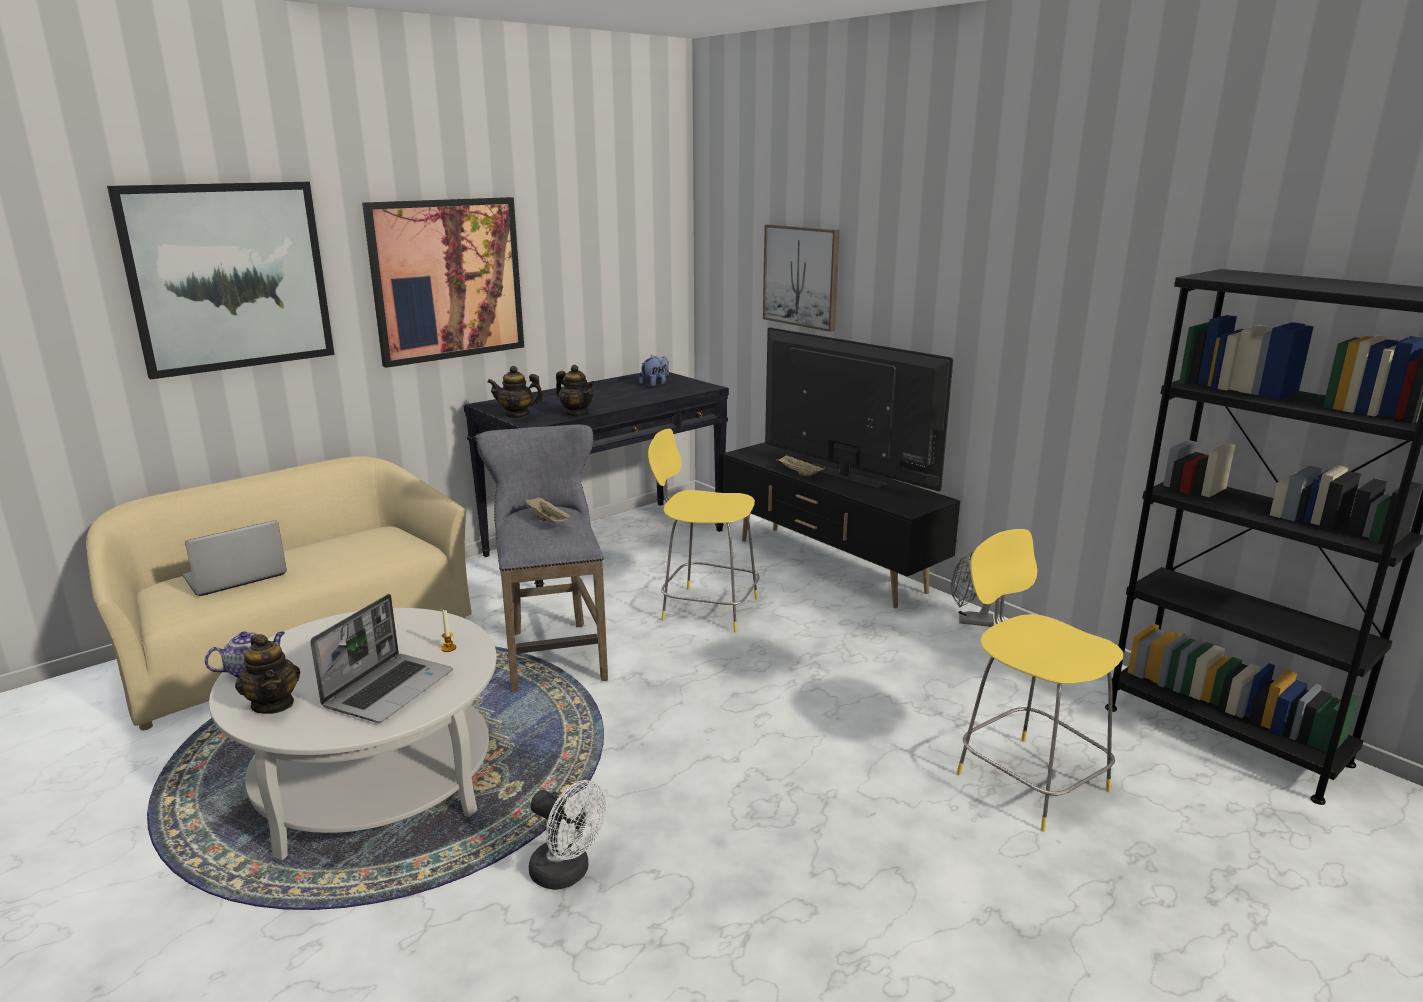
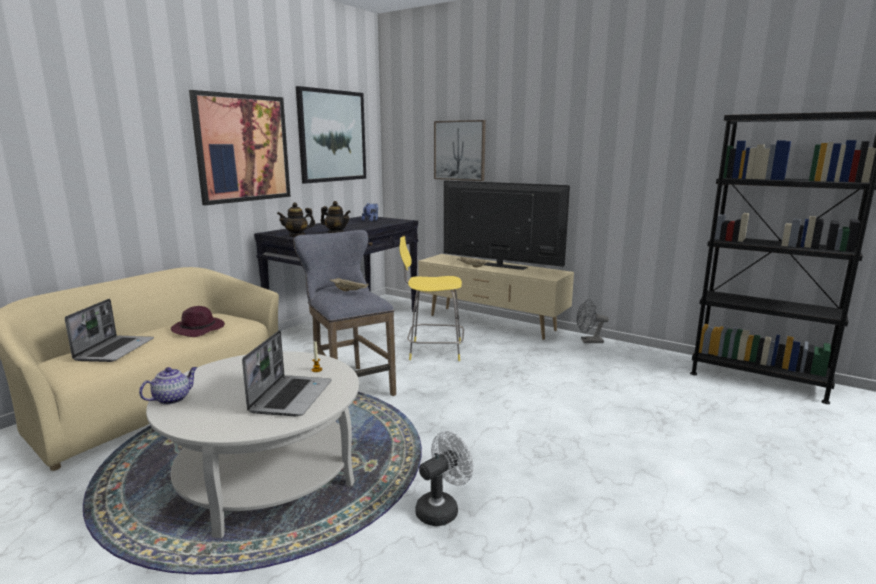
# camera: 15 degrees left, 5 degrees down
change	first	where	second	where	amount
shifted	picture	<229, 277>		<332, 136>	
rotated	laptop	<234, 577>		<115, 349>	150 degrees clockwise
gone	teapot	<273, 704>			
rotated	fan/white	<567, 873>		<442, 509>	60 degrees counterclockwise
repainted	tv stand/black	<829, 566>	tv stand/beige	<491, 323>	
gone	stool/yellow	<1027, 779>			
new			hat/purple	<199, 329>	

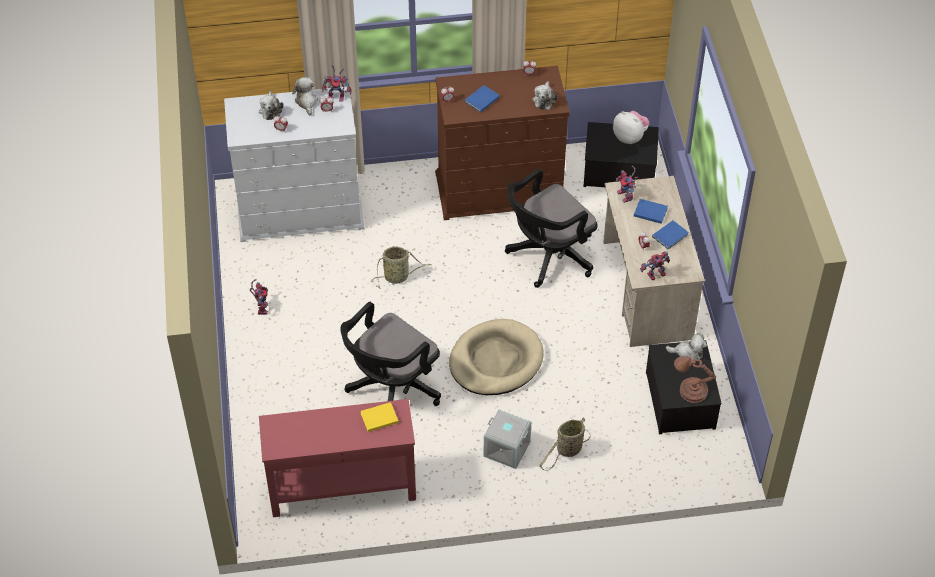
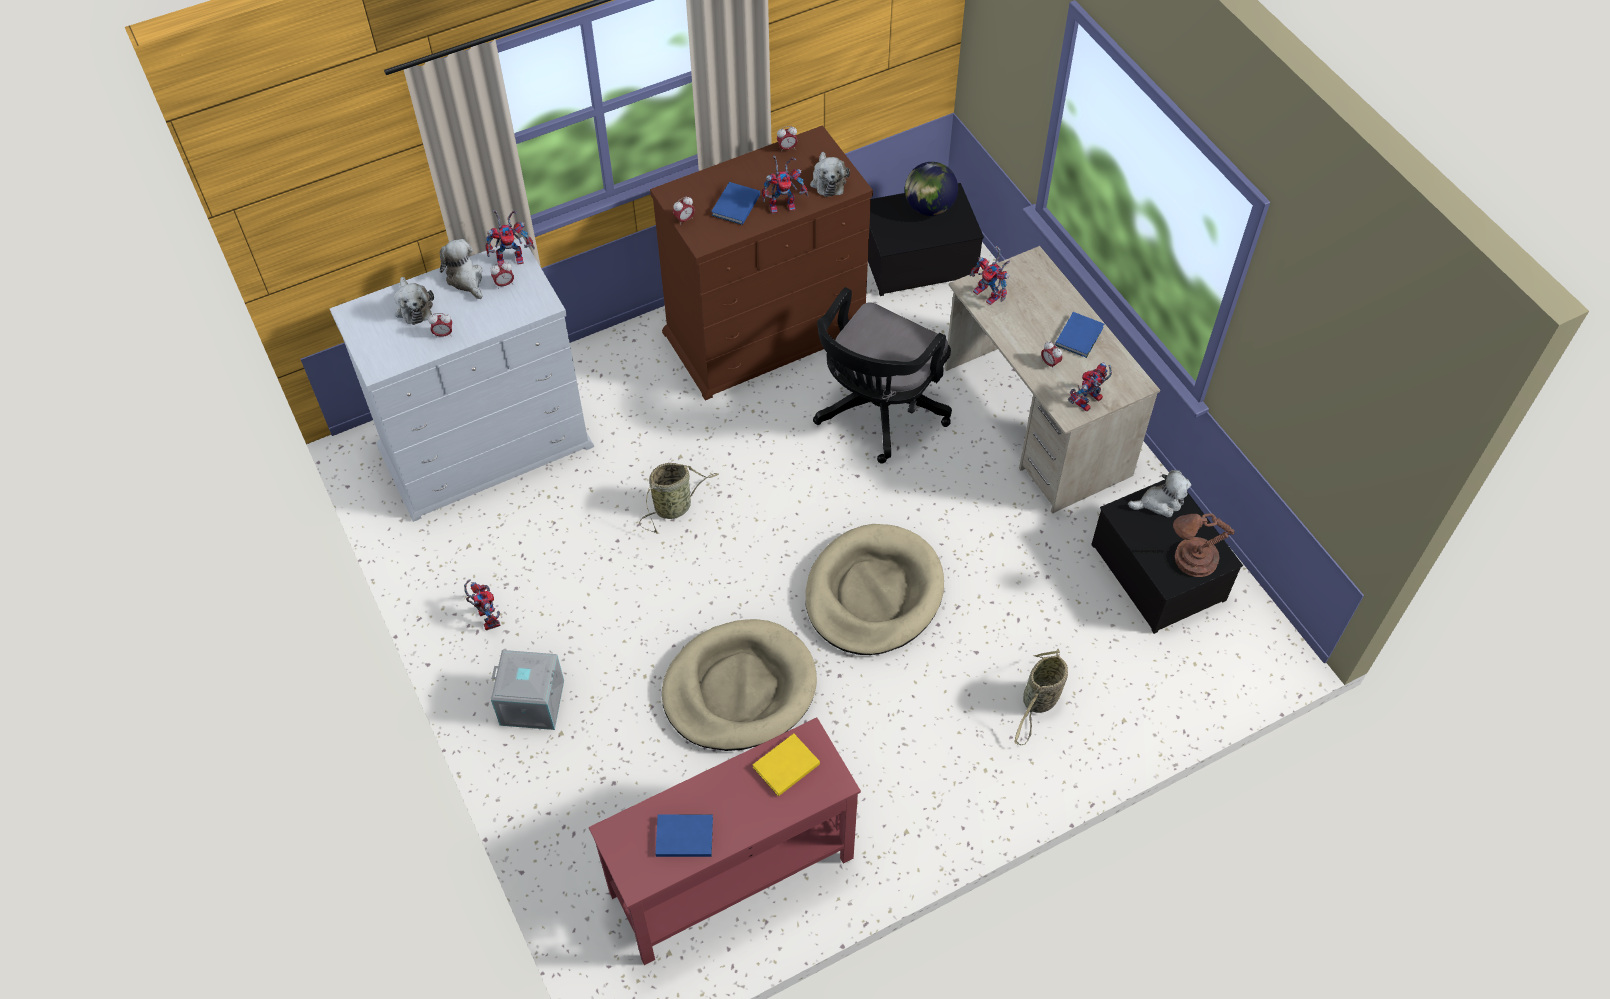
# camera: 20 degrees left, 5 degrees up
change	first	where	second	where	amount
swapped	office chair/black	<391, 390>	dog bed/beige	<739, 688>	
shifted	storage box/grey	<506, 449>		<531, 704>	
swapped	plush toy	<630, 137>	globe	<929, 207>	
shifted	book/blue	<649, 211>		<683, 836>	
new			toy robot	<784, 204>	

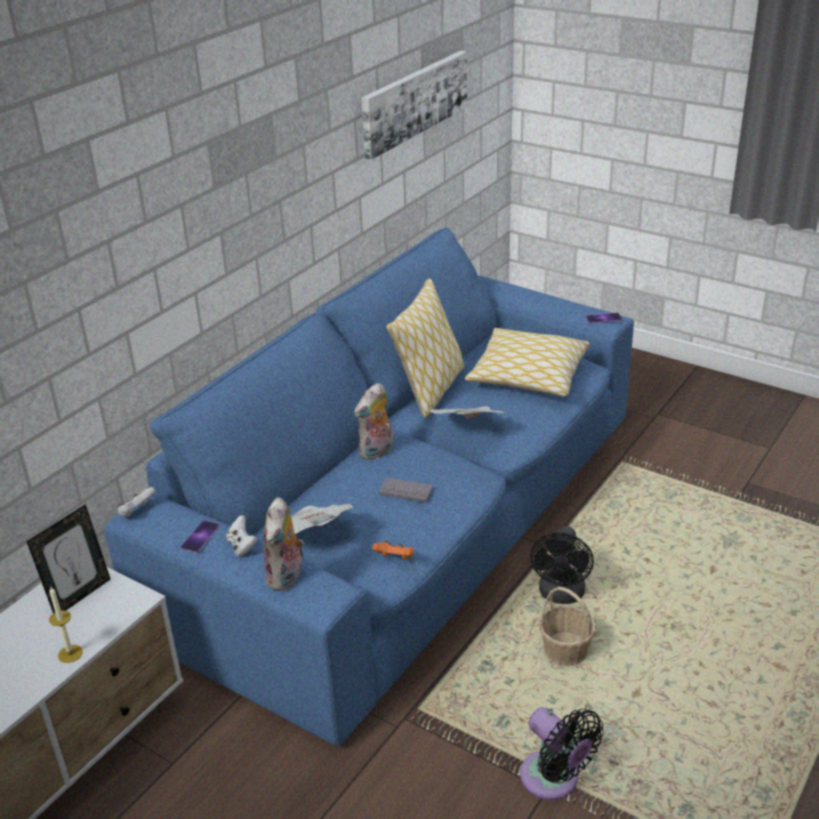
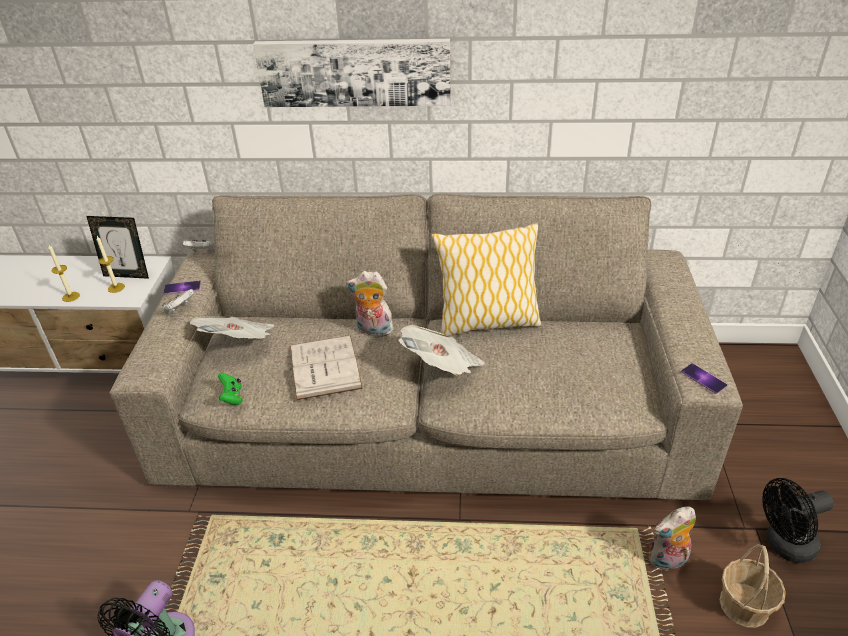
# camera: 60 degrees right, 5 degrees up
change	first	where	second	where	amount
repainted	sofa/blue	<412, 521>	sofa/beige	<428, 415>	
shifted	plush toy	<287, 577>		<667, 561>	
shifted	picture	<414, 102>		<354, 72>	
repainted	game controller/orange	<395, 559>	game controller/green	<232, 397>	
swapped	game controller/grey	<406, 491>	book/white	<325, 367>	
gone	pillow	<528, 375>			
shifted	fan/black	<561, 595>		<784, 545>	
shifted	basket	<565, 650>		<744, 605>	
new			candle	<116, 287>	

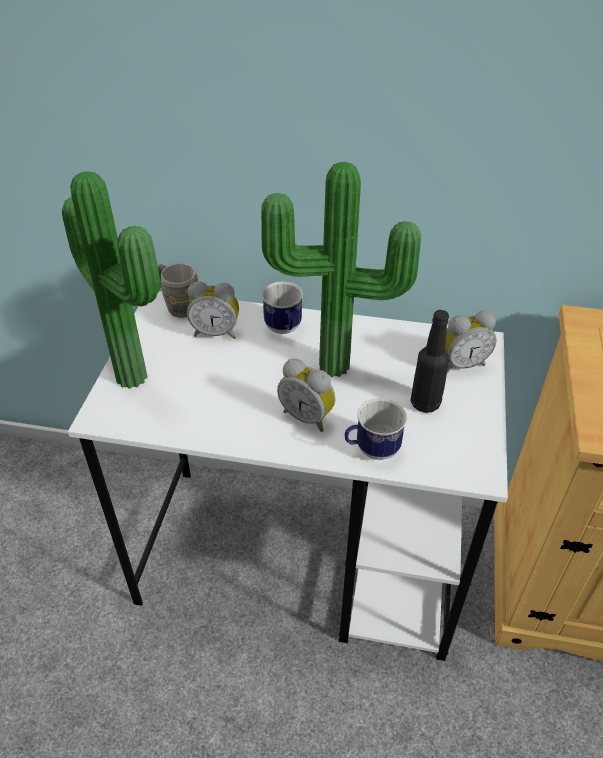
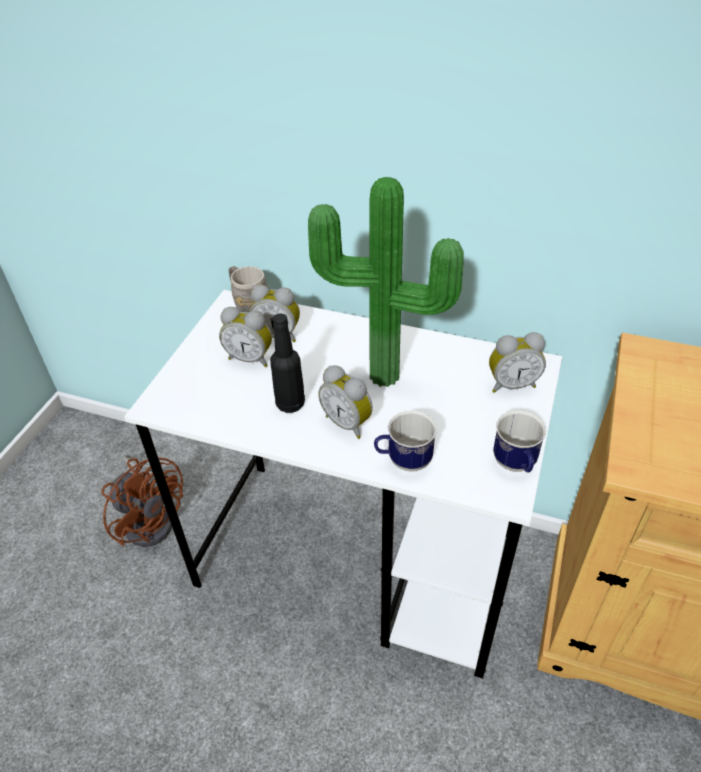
# camera: 10 degrees right, 0 degrees up
change	first	where	second	where	amount
gone	potted plant	<137, 374>			
shifted	mug	<284, 330>		<516, 466>	
shifted	bottle/black	<425, 403>		<290, 404>	
new			fan/brown	<152, 518>	
new			alarm clock	<251, 358>	

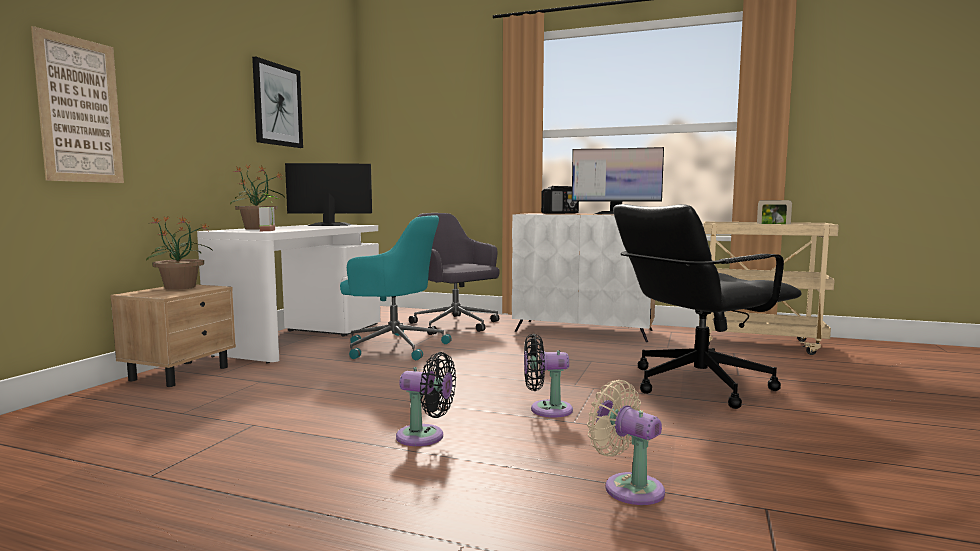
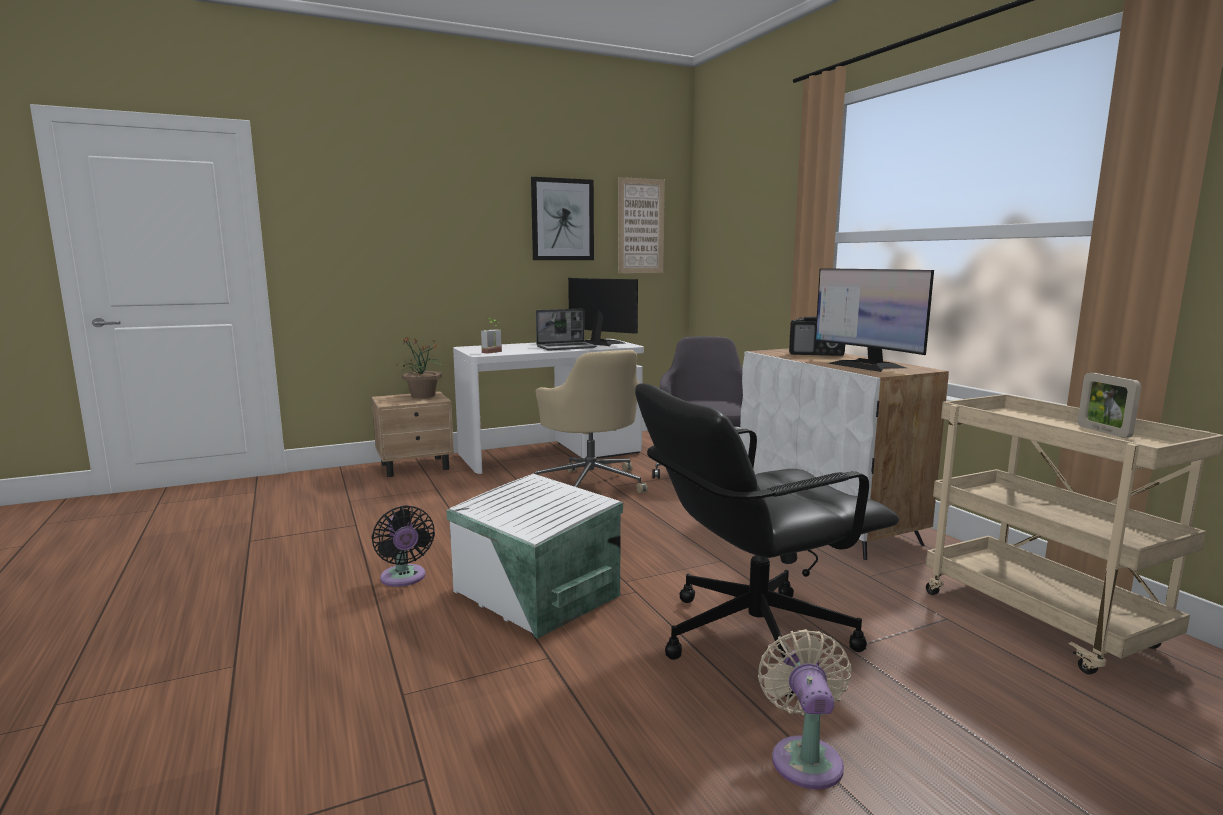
# camera: 45 degrees right, 5 degrees up
change	first	where	second	where	amount
shifted	picture	<80, 110>		<640, 226>	
gone	potted plant	<258, 229>			
repainted	office chair/turquoise	<394, 347>	office chair/beige	<591, 483>	
swapped	fan/black	<546, 409>	storage box/white	<535, 595>	
shifted	fan/beige	<628, 487>		<805, 757>	
rotated	office chair/black	<697, 385>		<752, 636>	45 degrees counterclockwise
new			laptop	<567, 347>	

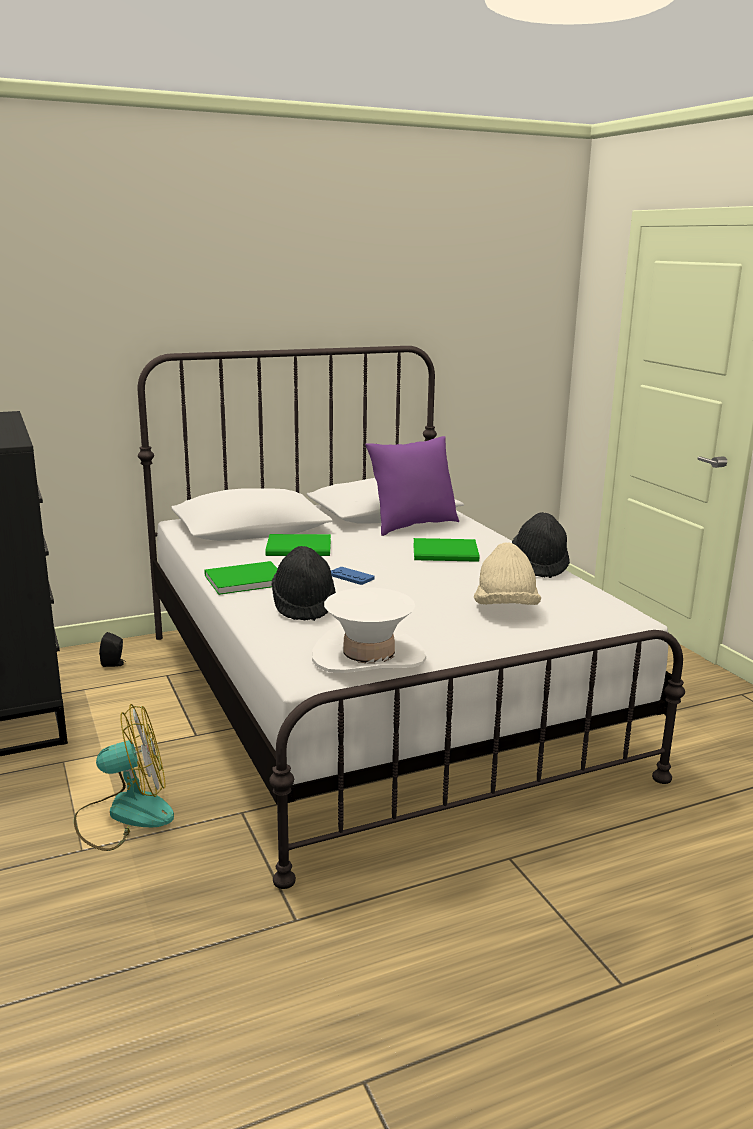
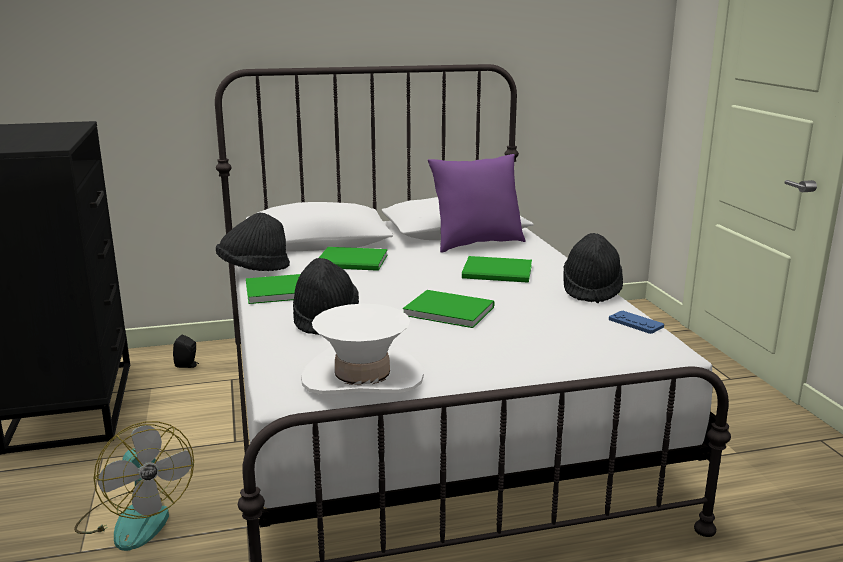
# camera: 10 degrees right, 0 degrees up
change	first	where	second	where	amount
rotated	fan	<125, 814>		<135, 518>	60 degrees clockwise
shifted	game controller/blue	<351, 577>		<635, 323>	
gone	hat/beige	<505, 609>			
new			hat/black	<254, 269>	
new			book/green	<447, 310>	

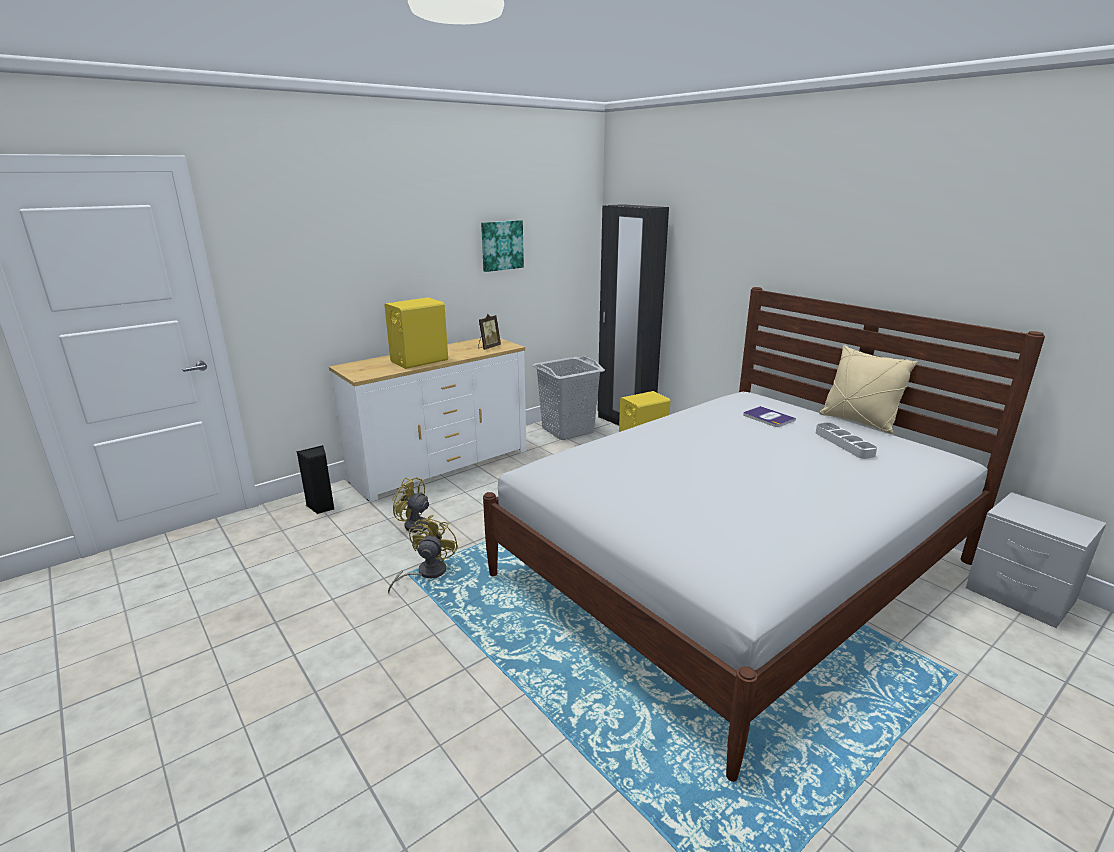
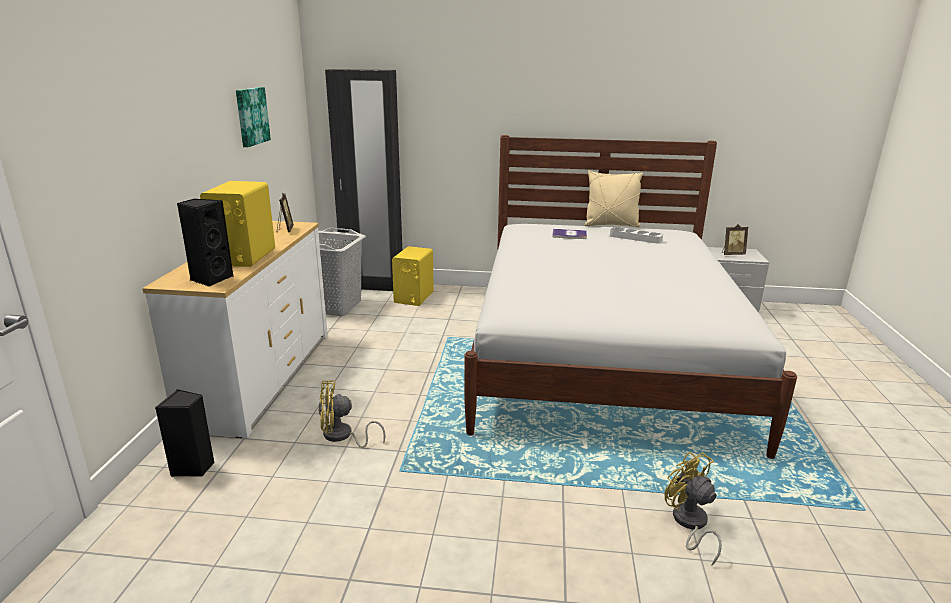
# camera: 45 degrees left, 0 degrees up
change	first	where	second	where	amount
shifted	fan/yellow	<426, 573>		<689, 524>	
new			speaker/black	<210, 279>	
new			picture frame	<732, 254>	

